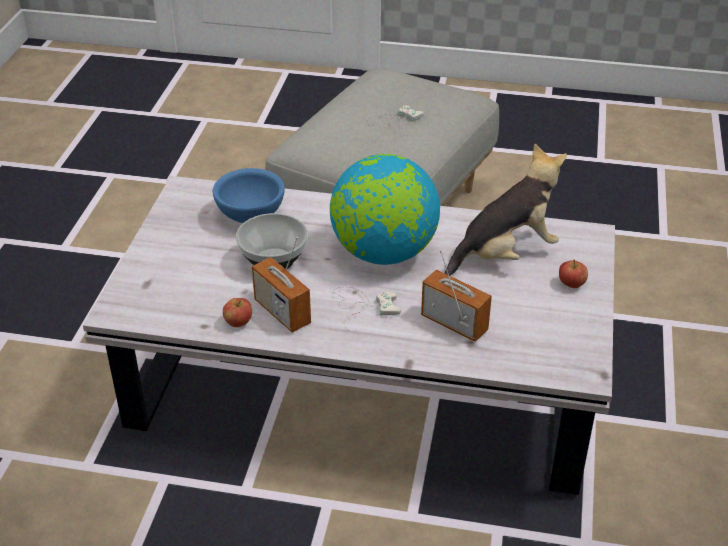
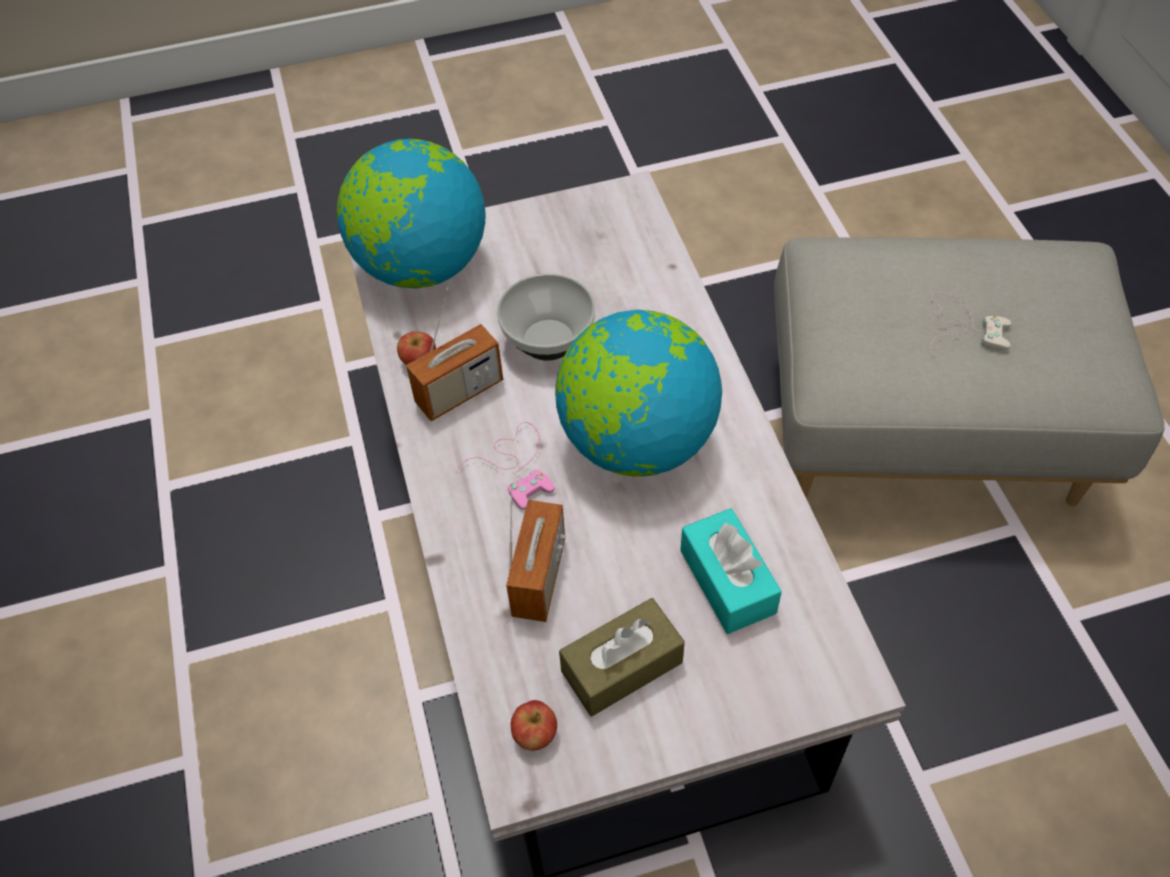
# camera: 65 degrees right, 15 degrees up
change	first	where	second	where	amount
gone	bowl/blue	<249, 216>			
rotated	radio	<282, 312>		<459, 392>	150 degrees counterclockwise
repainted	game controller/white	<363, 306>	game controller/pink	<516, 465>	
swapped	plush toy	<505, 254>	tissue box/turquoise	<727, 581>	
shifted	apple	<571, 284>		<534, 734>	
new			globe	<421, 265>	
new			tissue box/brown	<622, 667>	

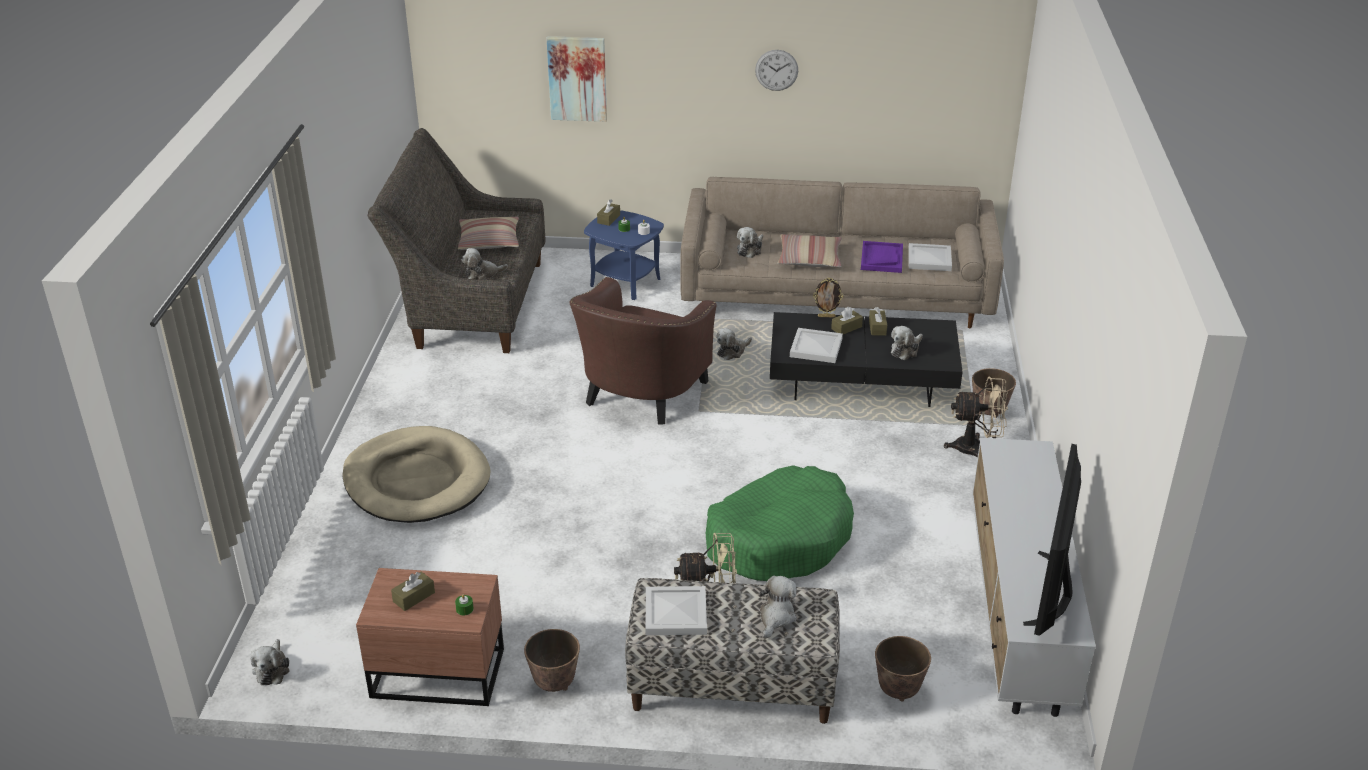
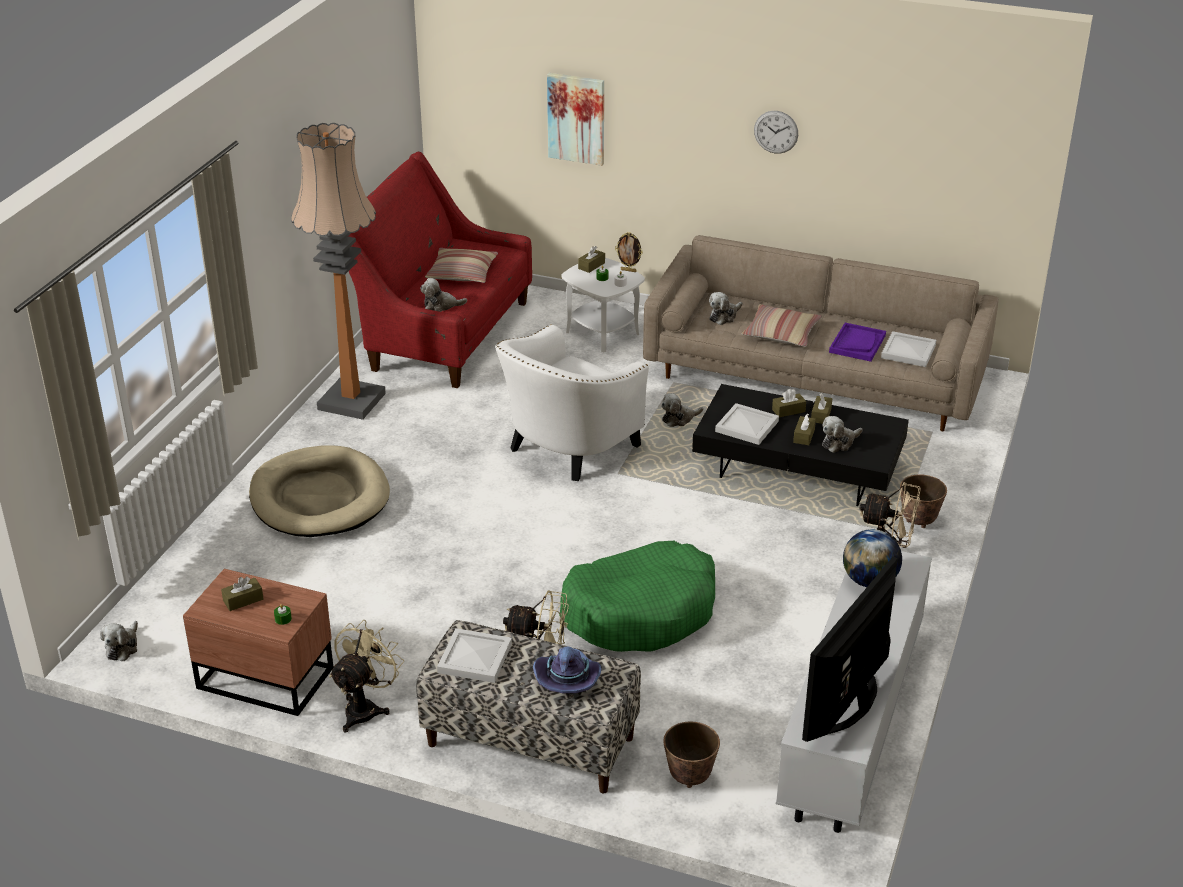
# camera: 15 degrees right, 0 degrees up
change	first	where	second	where	amount
repainted	sofa/grey	<470, 304>	sofa/red	<441, 334>	
swapped	planter	<554, 684>	fan/beige	<365, 708>	
repainted	armchair/brown	<639, 395>	armchair/white	<566, 449>	
repainted	side table/blue	<625, 282>	side table/white	<602, 333>	
swapped	plush toy	<776, 617>	hat/purple	<568, 679>	
shifted	picture frame	<826, 316>		<628, 270>	
new			floor lamp	<351, 401>	
new			tissue box/brown	<804, 436>	
new			globe	<869, 581>	

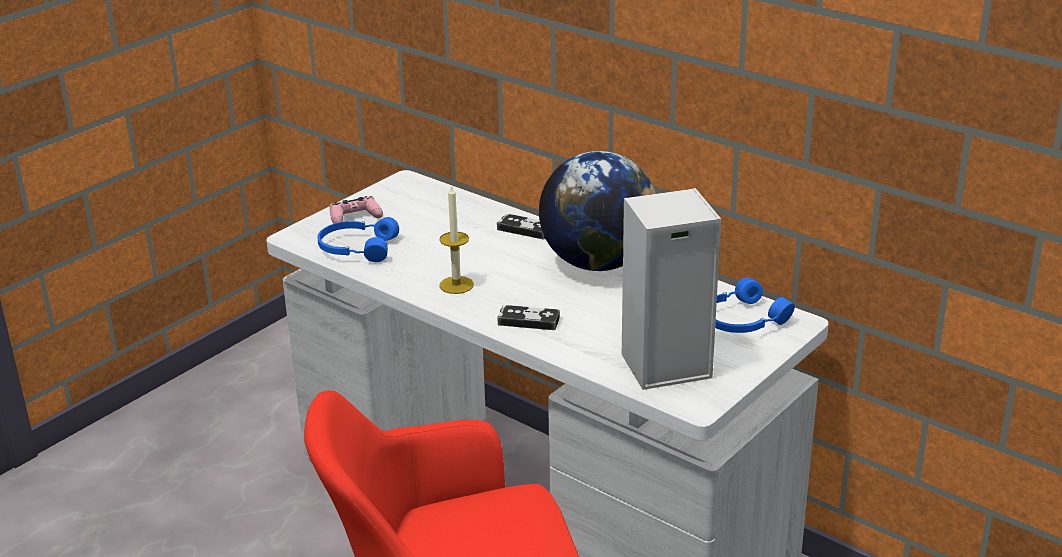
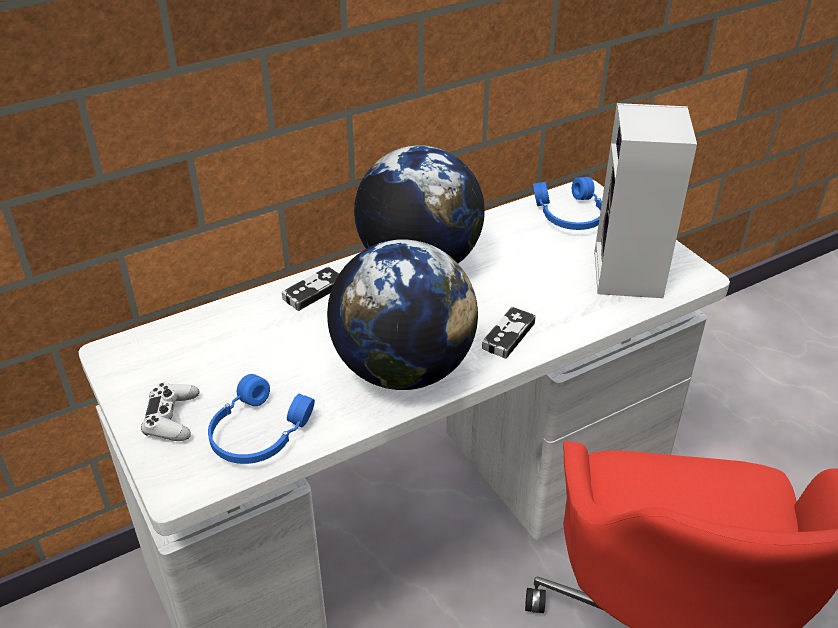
# camera: 70 degrees left, 10 degrees up
change	first	where	second	where	amount
repainted	game controller/pink	<355, 217>	game controller/white	<172, 418>	
swapped	candle	<456, 285>	globe	<403, 369>	

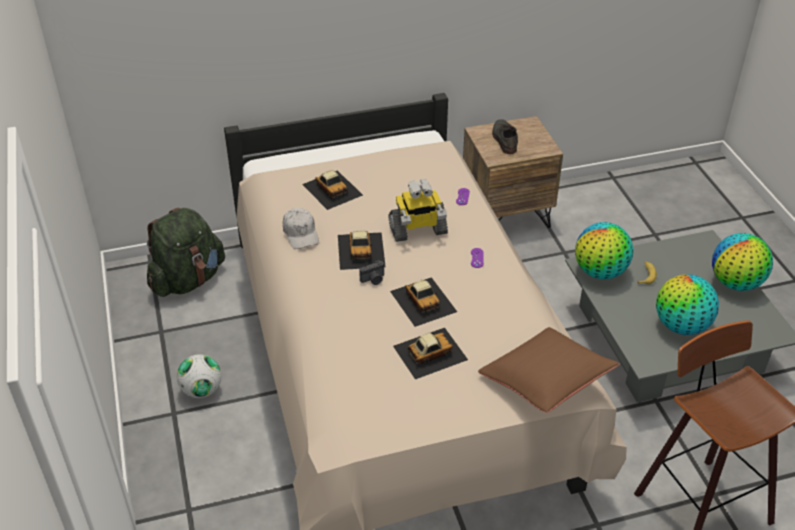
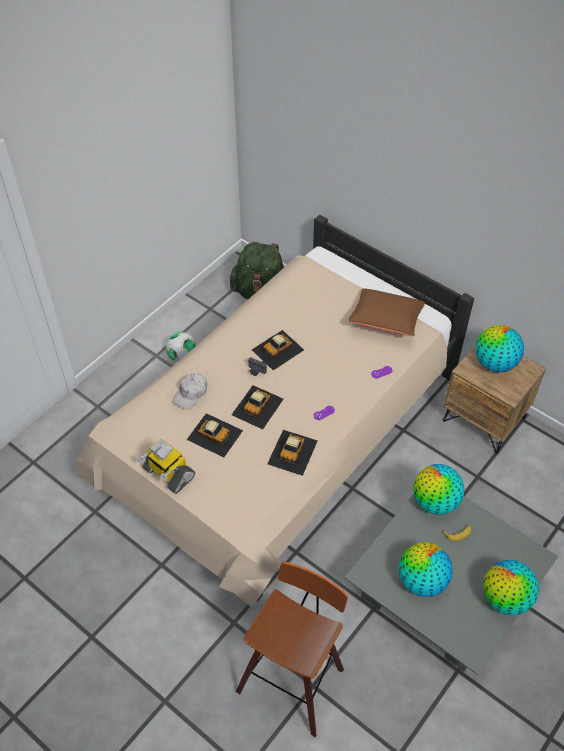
# camera: 55 degrees right, 10 degrees up
change	first	where	second	where	amount
shifted	cap/white	<301, 233>		<191, 394>	
shifted	toy car	<332, 189>		<293, 452>	
shifted	toy robot	<417, 230>		<168, 473>	
shifted	pillow/brown	<545, 381>		<386, 320>	
swapped	shoe/grey	<504, 139>	globe	<494, 363>	

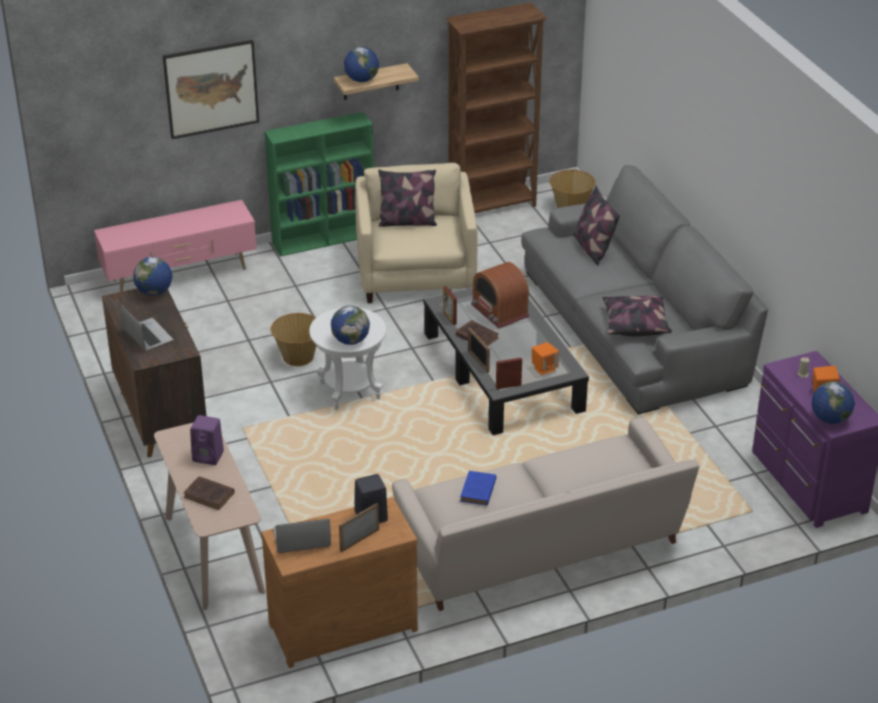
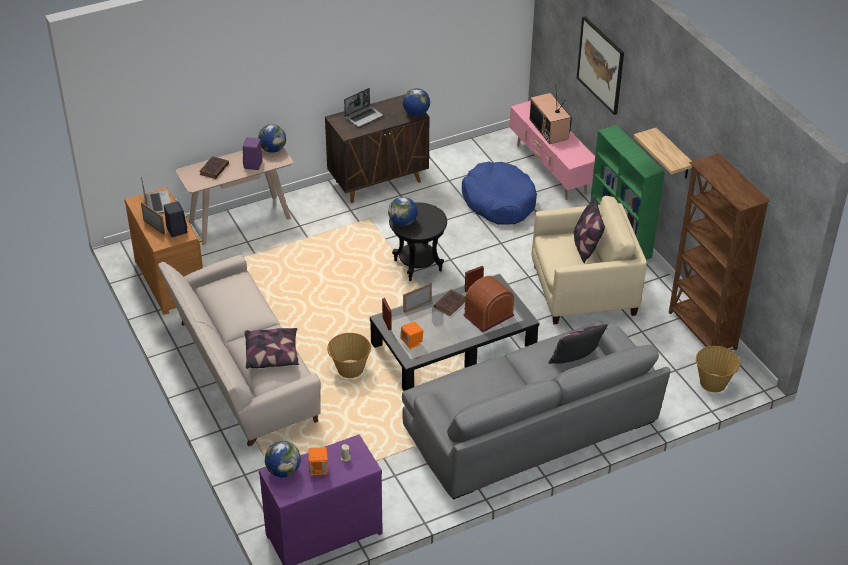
# camera: 85 degrees right, 5 degrees up
change	first	where	second	where	amount
shifted	basket	<298, 357>		<349, 369>	
repainted	side table/white	<350, 391>	side table/black	<418, 265>	
shifted	globe	<361, 80>		<273, 149>	
gone	book/blue	<478, 491>			
shifted	pillow	<635, 324>		<272, 355>	
new			dog bed/blue	<499, 201>	
new			television	<550, 129>	

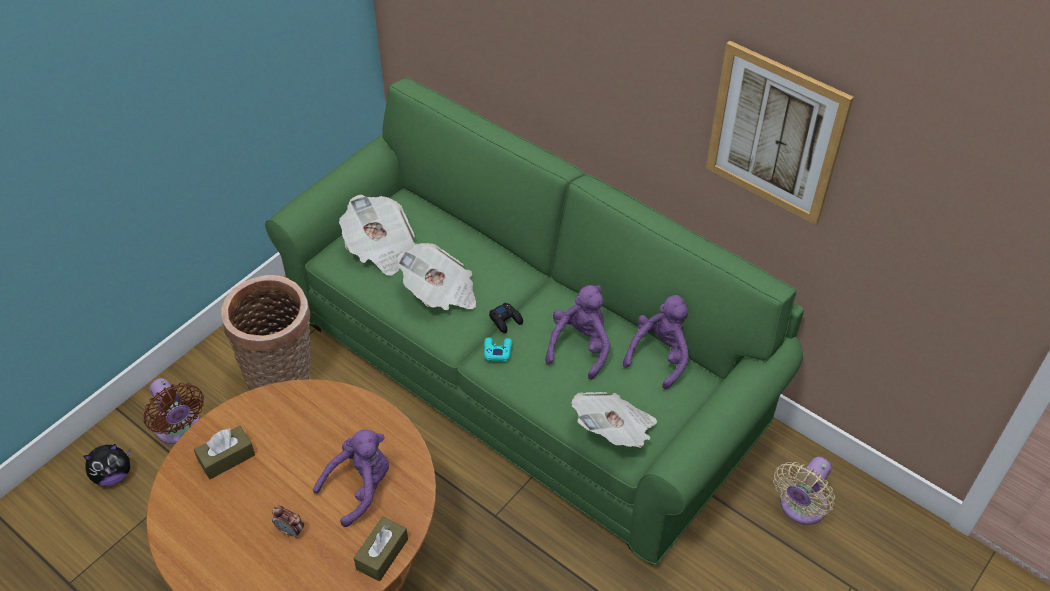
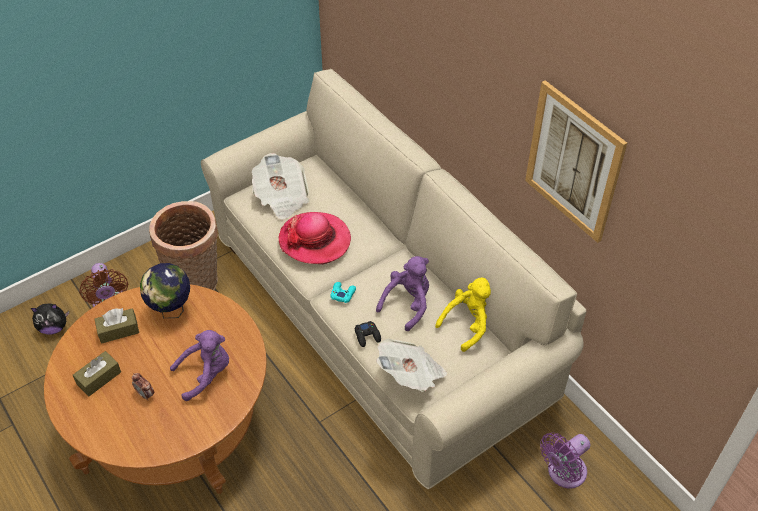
# camera: 15 degrees right, 0 degrees up
change	first	where	second	where	amount
repainted	sofa/green	<527, 371>	sofa/beige	<380, 317>	
shifted	tissue box/brown	<382, 554>		<99, 378>	
swapped	newspaper	<440, 292>	hat	<315, 240>	
shifted	game controller/black	<506, 320>		<367, 336>	
repainted	plush toy/purple	<660, 355>	plush toy/yellow	<468, 324>	
repainted	fan/beige	<800, 508>	fan/purple	<563, 473>	
new			globe	<171, 311>	

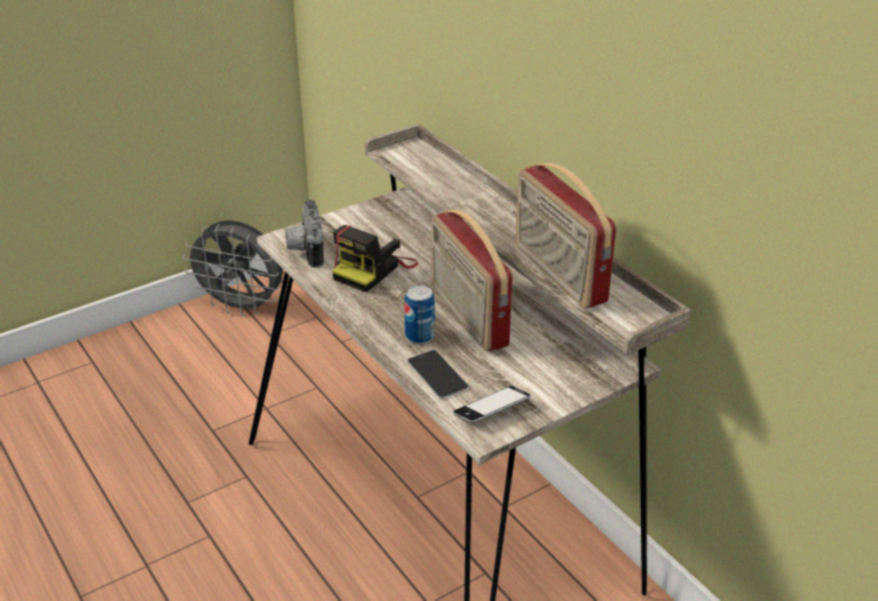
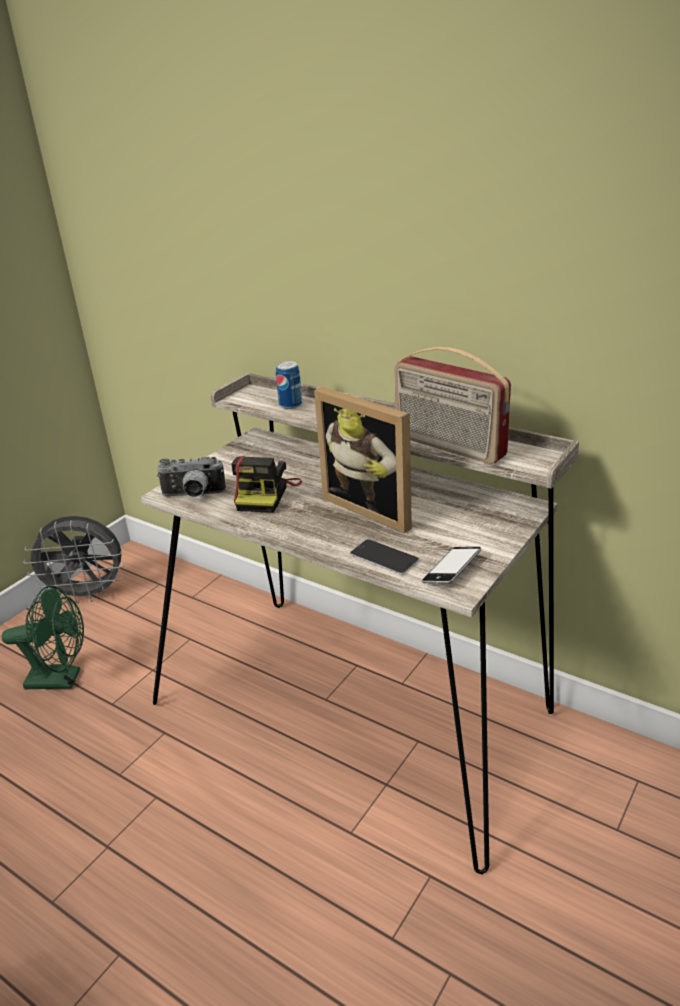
# camera: 20 degrees left, 5 degrees down
change	first	where	second	where	amount
rotated	photo camera	<305, 250>		<193, 496>	60 degrees counterclockwise
shifted	can	<419, 336>		<290, 405>	
swapped	radio	<467, 316>	picture frame	<374, 507>	
new			fan/green	<62, 679>	

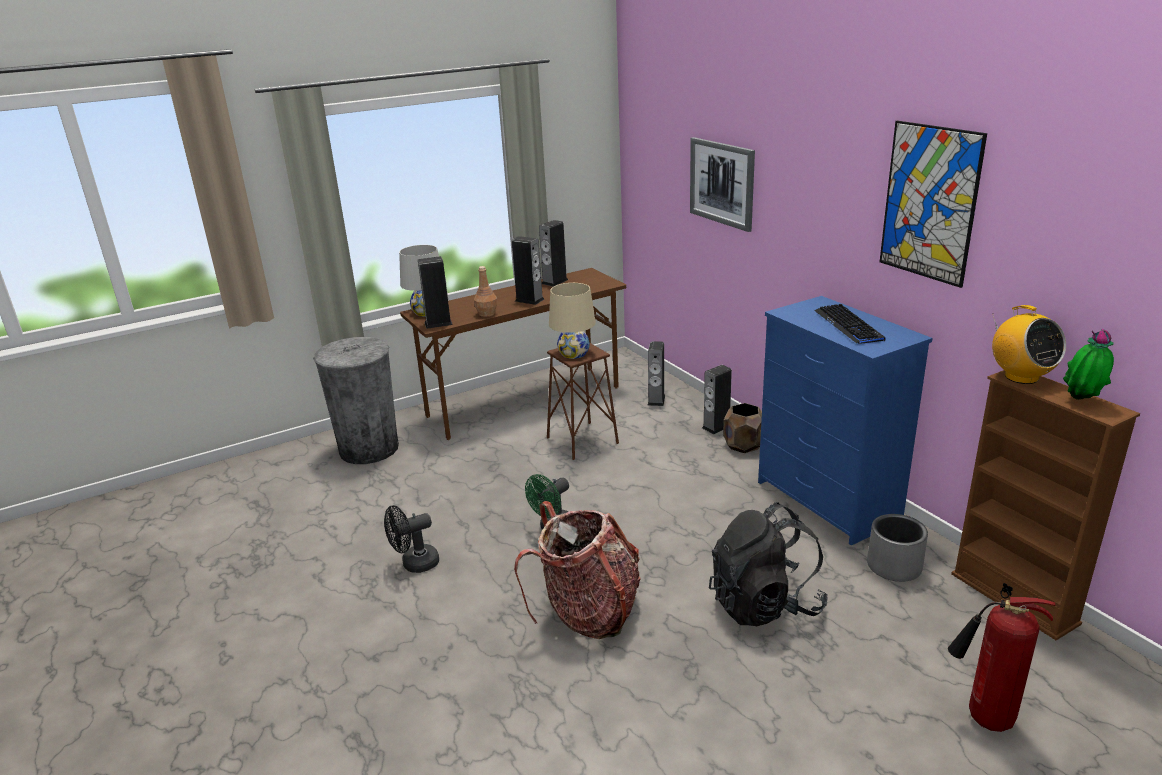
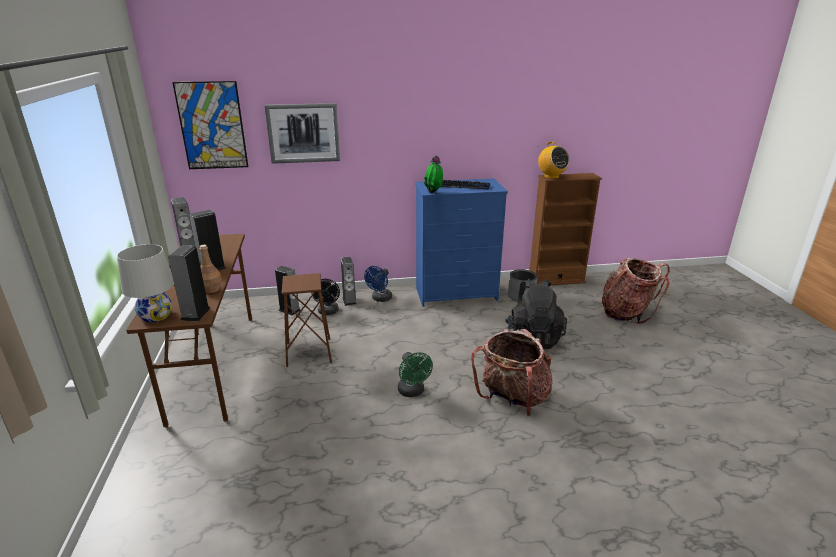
# camera: 70 degrees left, 0 degrees up
change	first	where	second	where	amount
gone	trash can/grey	<369, 449>			
shifted	fan/black	<414, 564>		<328, 312>	
gone	table lamp/beige	<573, 354>			
swapped	planter/brown	<744, 446>	fan/blue	<380, 299>	
shifted	picture	<929, 203>		<212, 126>	
swapped	fire extinguisher	<983, 719>	backpack	<627, 313>	
rotated	radio	<1021, 377>		<551, 176>	60 degrees clockwise
shifted	potted plant	<1082, 400>		<434, 193>	

